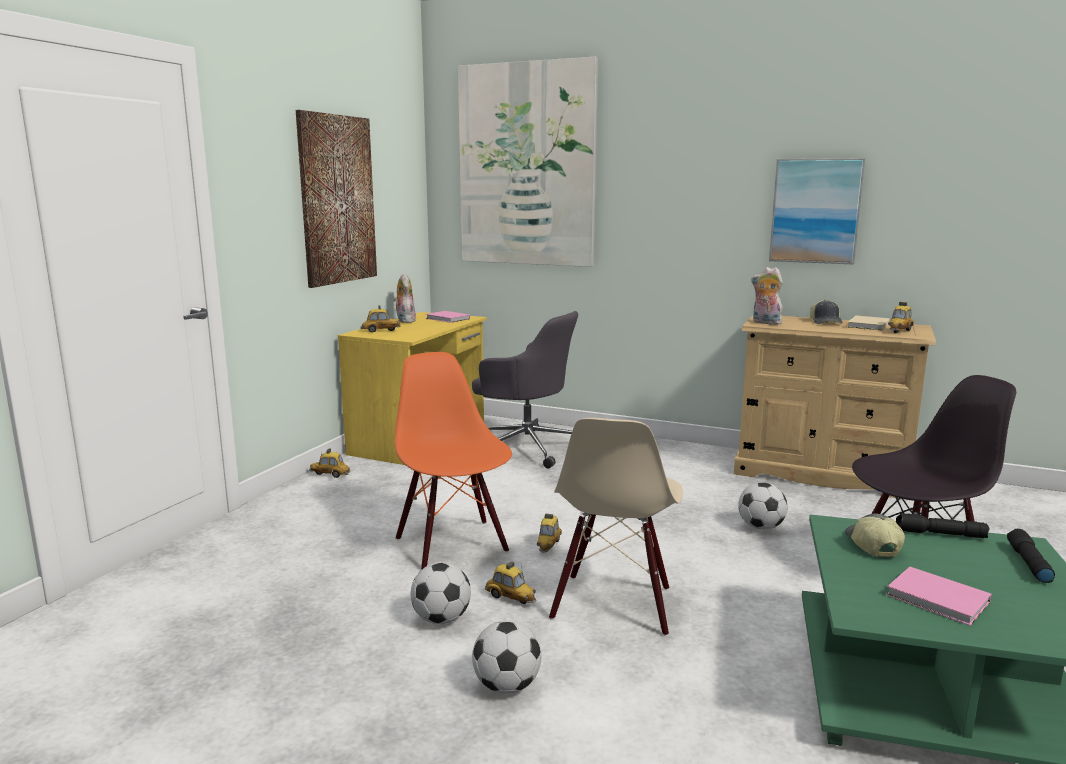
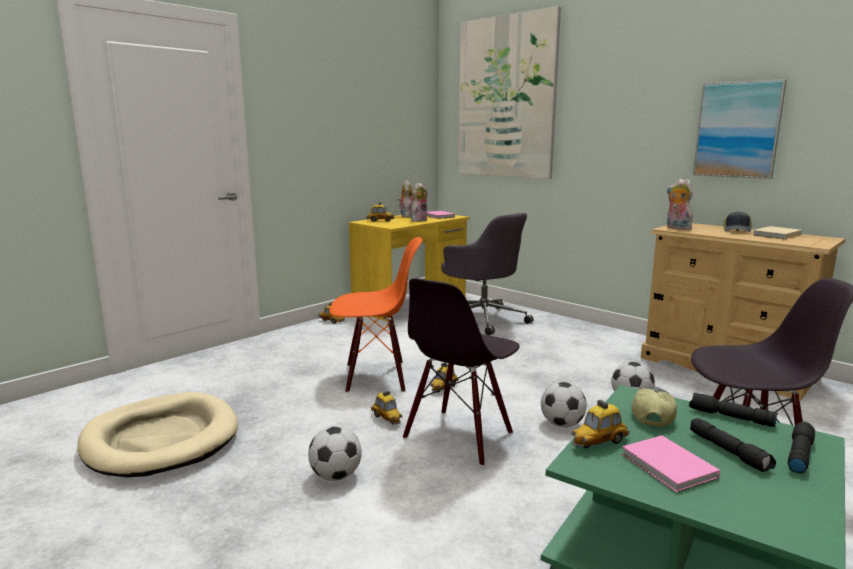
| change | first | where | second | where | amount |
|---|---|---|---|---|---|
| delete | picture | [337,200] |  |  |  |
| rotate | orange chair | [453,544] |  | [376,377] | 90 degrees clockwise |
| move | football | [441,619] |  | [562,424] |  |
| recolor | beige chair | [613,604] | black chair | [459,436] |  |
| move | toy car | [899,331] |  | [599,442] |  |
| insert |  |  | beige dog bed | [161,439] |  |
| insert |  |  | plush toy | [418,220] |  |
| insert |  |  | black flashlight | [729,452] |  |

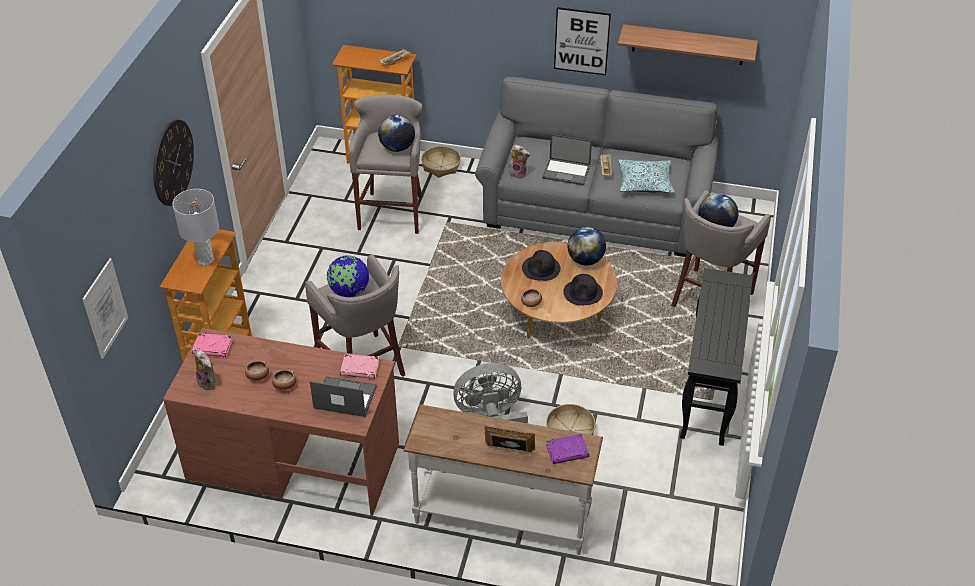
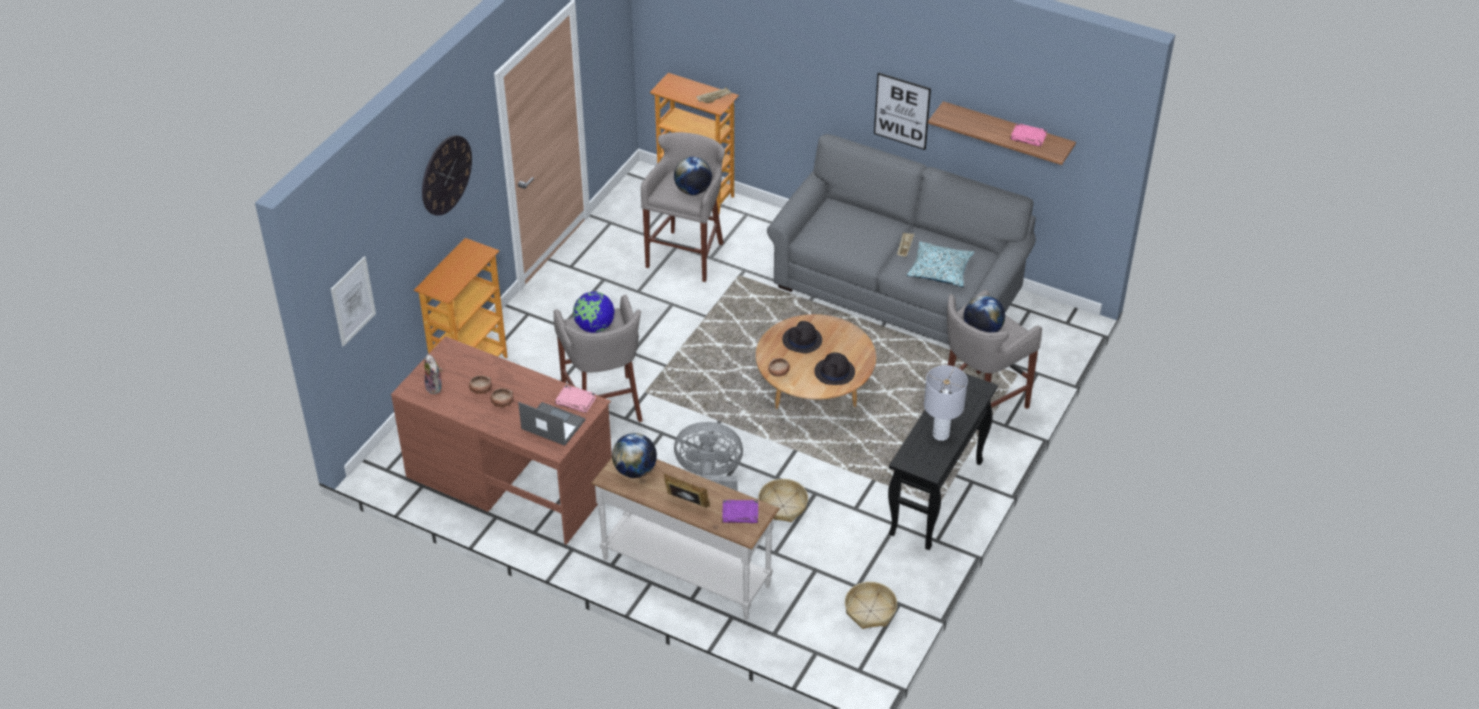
| change | first | where | second | where | amount |
|---|---|---|---|---|---|
| move | grey table lamp | [205,260] |  | [940,434] |  |
| move | pink book | [213,347] |  | [1028,137] |  |
| move | basket | [441,166] |  | [870,611] |  |
| delete | plush toy | [518,173] |  |  |  |
| delete | laptop | [567,171] |  |  |  |
| move | globe | [585,260] |  | [635,470] |  |

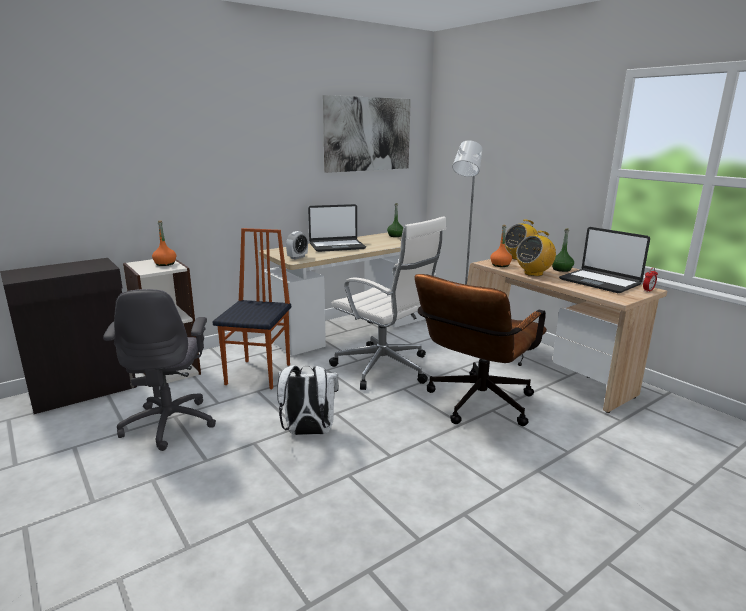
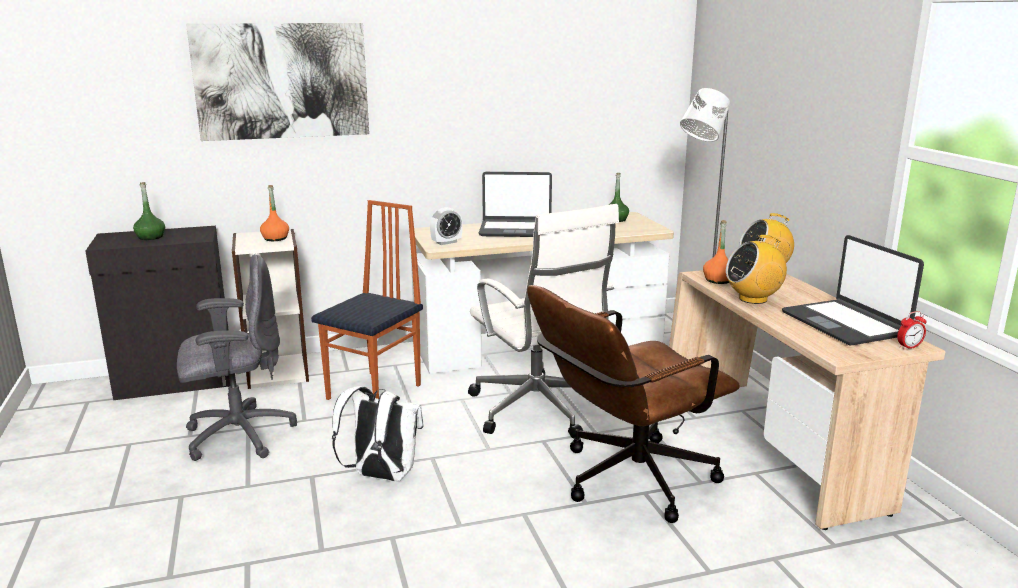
| change | first | where | second | where | amount |
|---|---|---|---|---|---|
| rotate | grey office chair | [170,423] |  | [238,435] | 120 degrees counterclockwise |
| move | picture | [368,134] |  | [282,81] |  |
| move | green bottle | [561,269] |  | [150,237] |  |

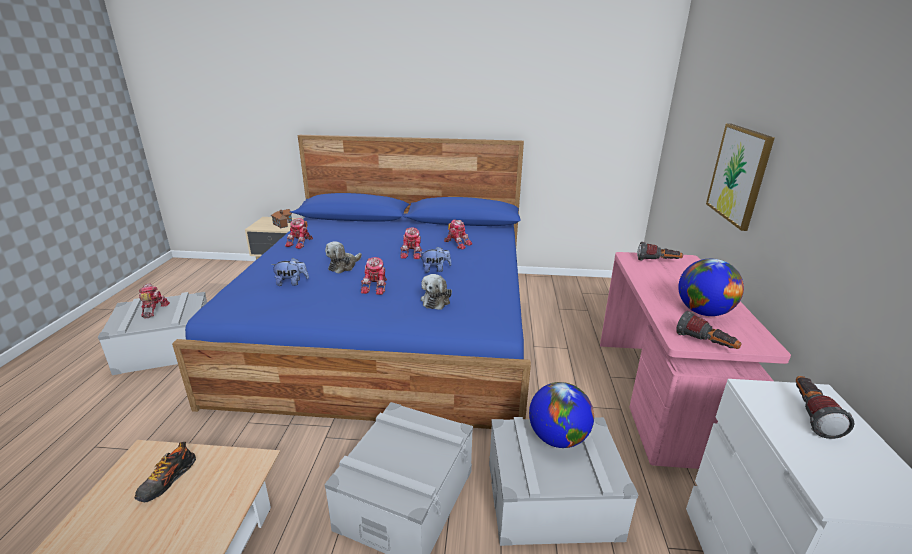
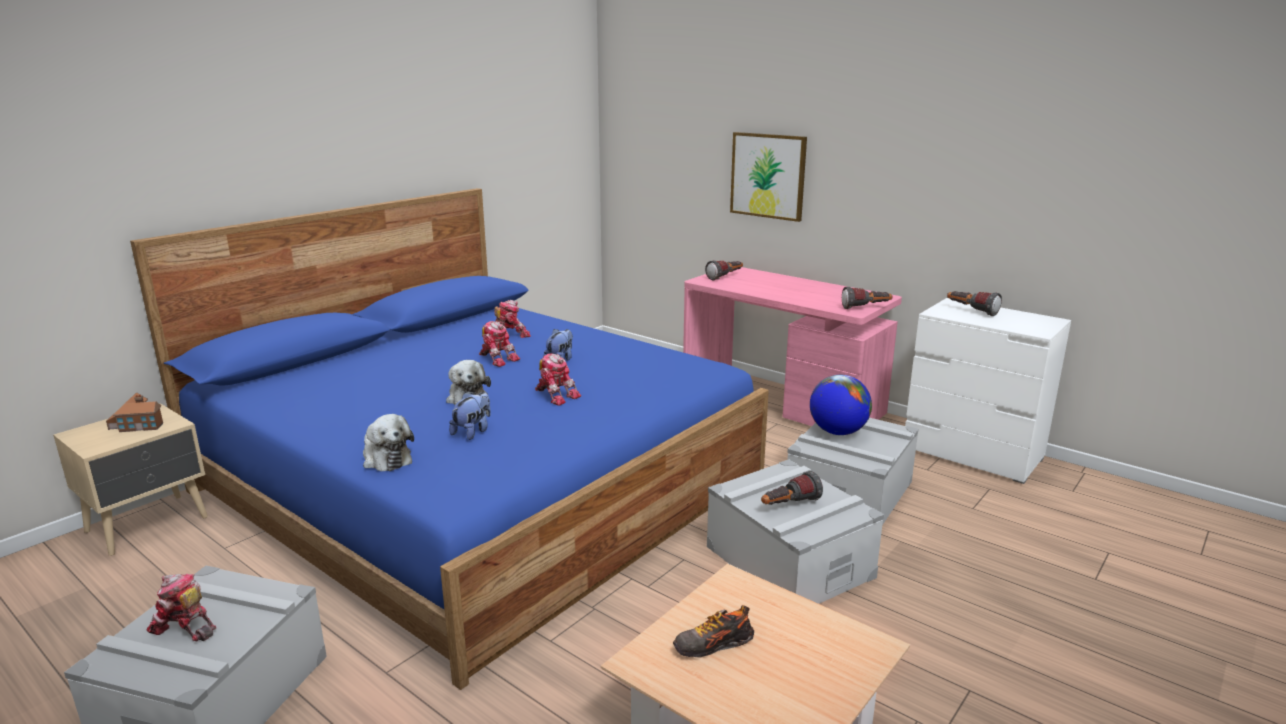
| change | first | where | second | where | amount |
|---|---|---|---|---|---|
| rotate | shoe | [167,481] |  | [712,645] | 105 degrees clockwise |
| delete | toy robot | [301,243] |  |  |  |
| move | plush toy | [436,300] |  | [386,458] |  |
| delete | globe | [703,312] |  |  |  |
| insert |  |  | flashlight | [788,505] |  |

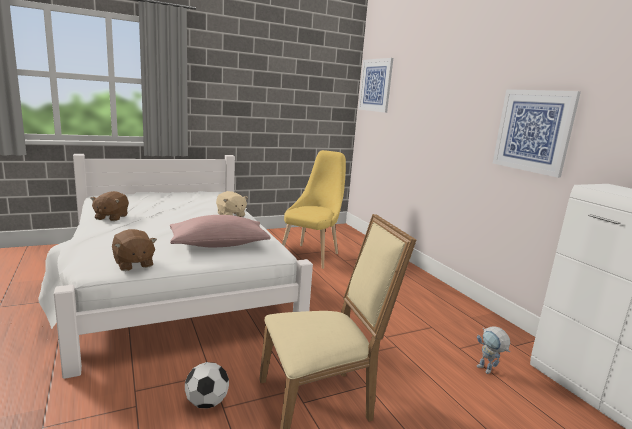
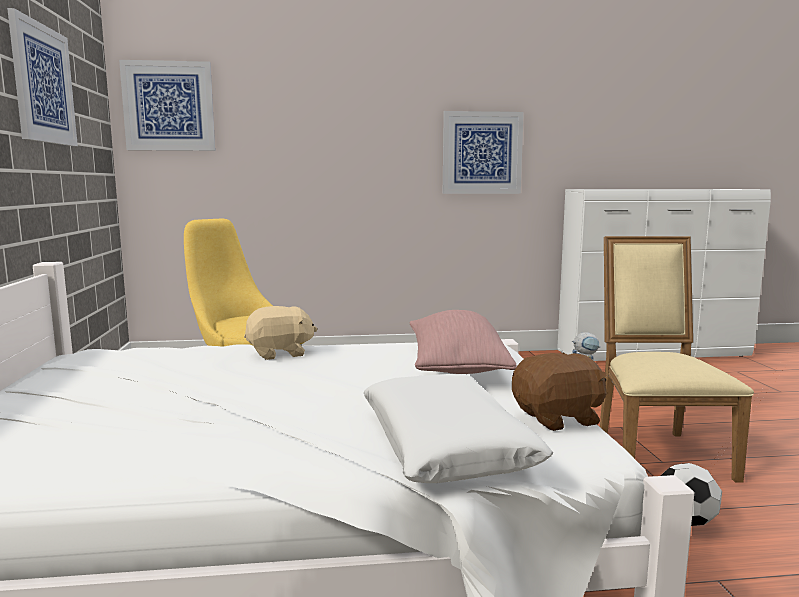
| change | first | where | second | where | amount |
|---|---|---|---|---|---|
| delete | brown plush toy | [111,217] |  |  |  |
| insert |  |  | picture | [43,84] |  |
| insert |  |  | white pillow | [445,445] |  |

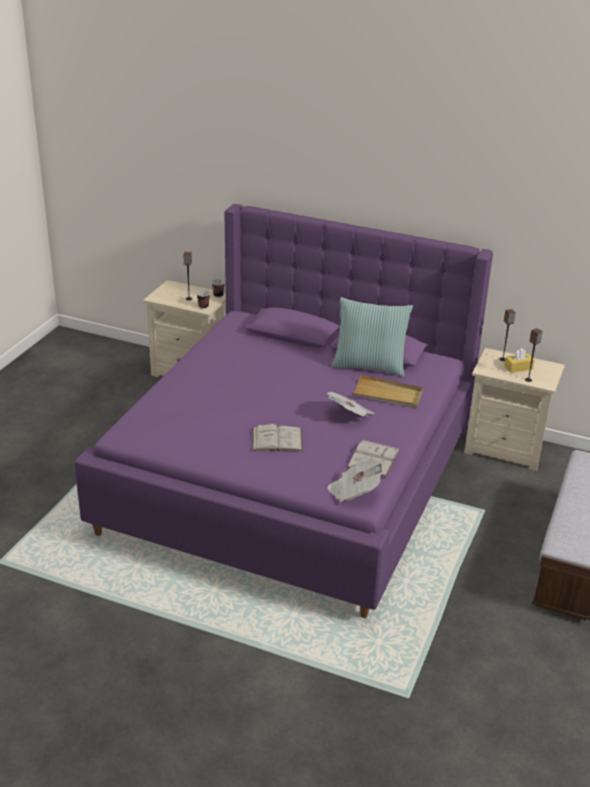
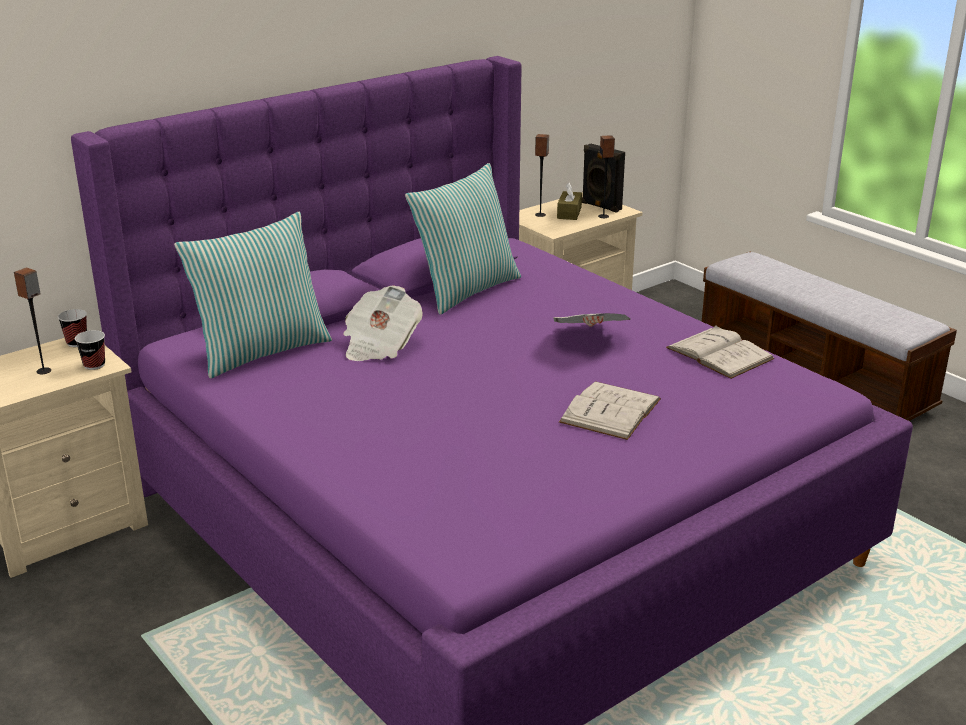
| change | first | where | second | where | amount |
|---|---|---|---|---|---|
| move | newspaper | [354,492] |  | [380,345] |  |
| delete | beige tray | [387,394] |  |  |  |
| recolor | yellow tissue box | [518,367] | brown tissue box | [569,213] |  |
| insert |  |  | pillow | [261,351] |  |
| insert |  |  | black speaker | [600,206] |  |

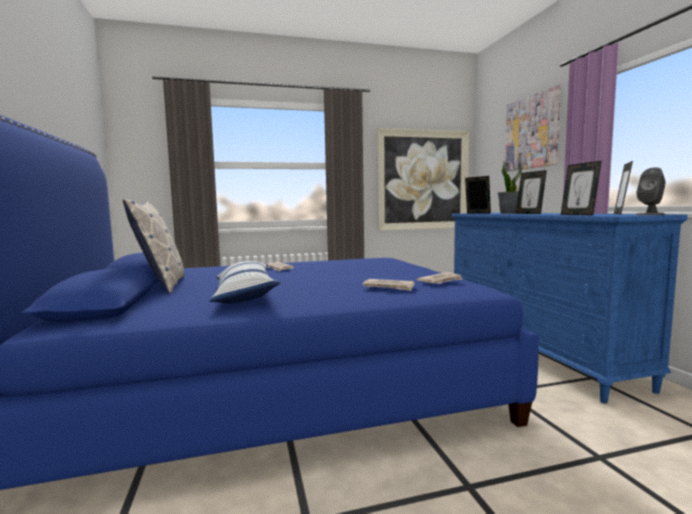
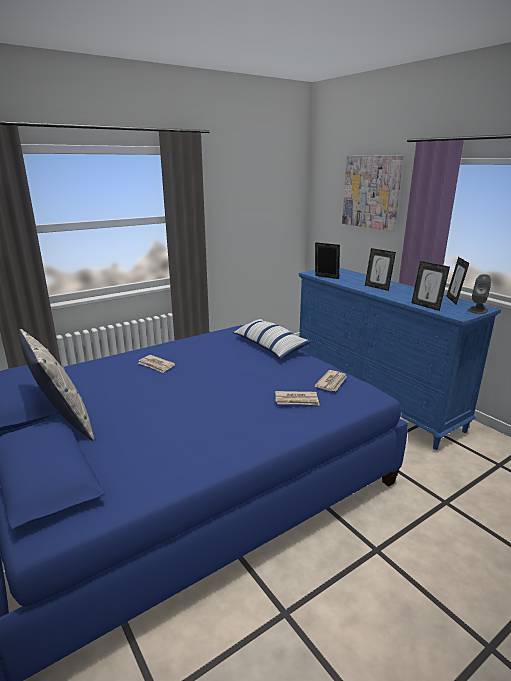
| change | first | where | second | where | amount |
|---|---|---|---|---|---|
| move | pillow | [244,294] |  | [270,346] |  |
| delete | picture | [422,180] |  |  |  |
| delete | potted plant | [508,213] |  |  |  |

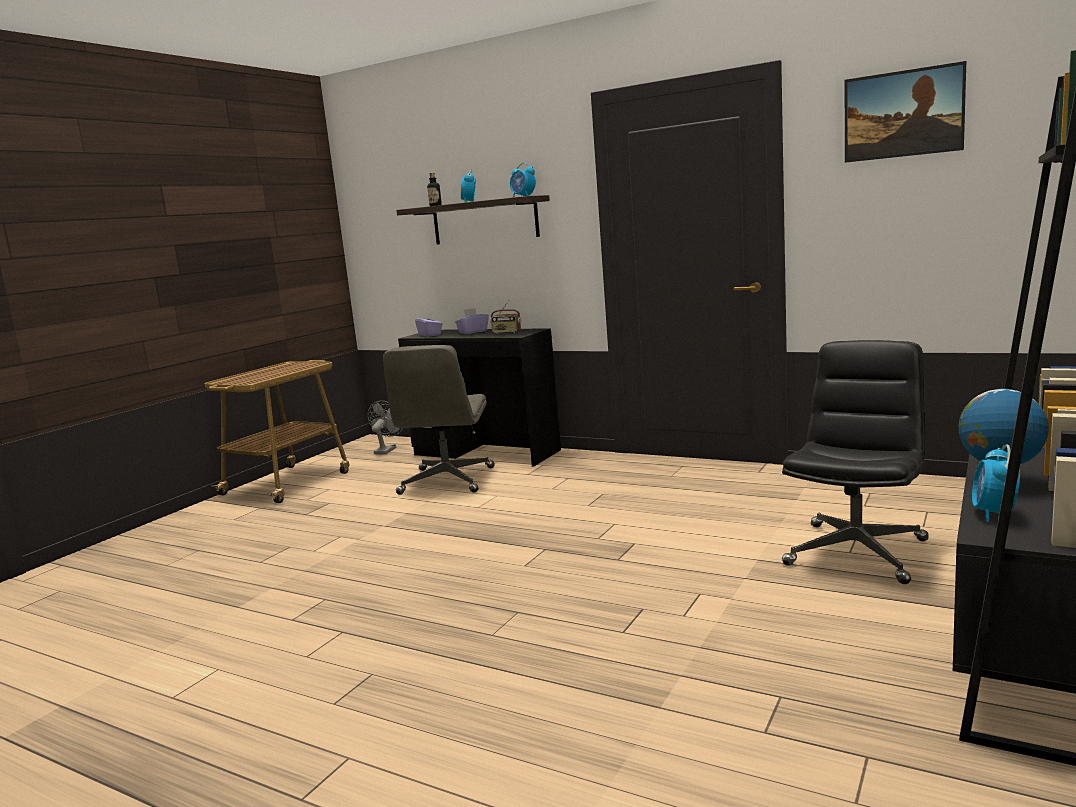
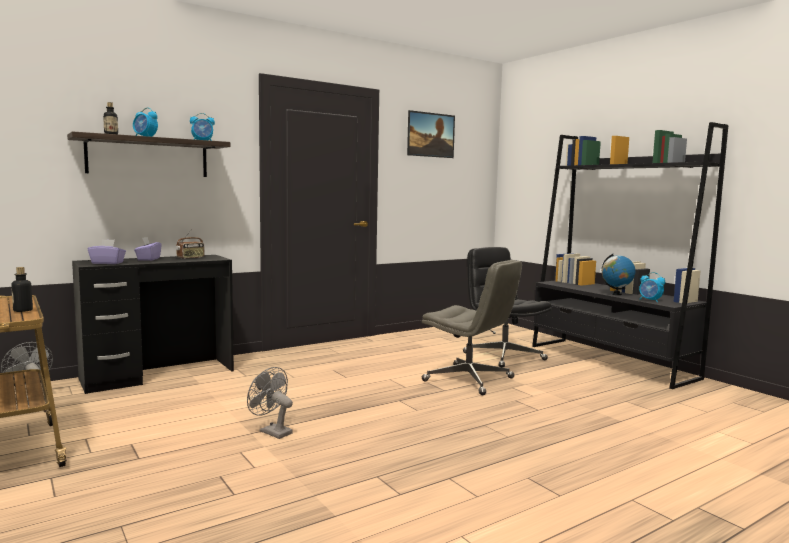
| change | first | where | second | where | amount |
|---|---|---|---|---|---|
| move | grey office chair | [447,481] |  | [469,380] |  |
| insert |  |  | bottle | [23,310] |  |
| insert |  |  | grey fan | [271,431] |  |

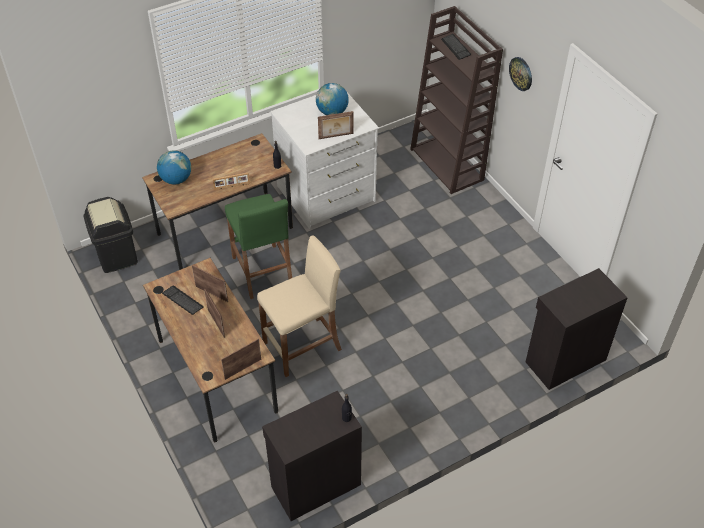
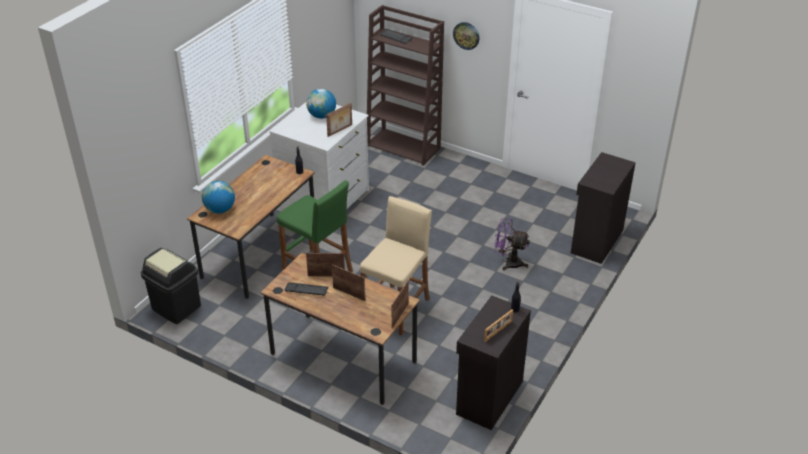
| change | first | where | second | where | amount |
|---|---|---|---|---|---|
| move | picture frame | [232,187] |  | [498,331] |  |
| insert |  |  | purple fan | [508,262] |  |

